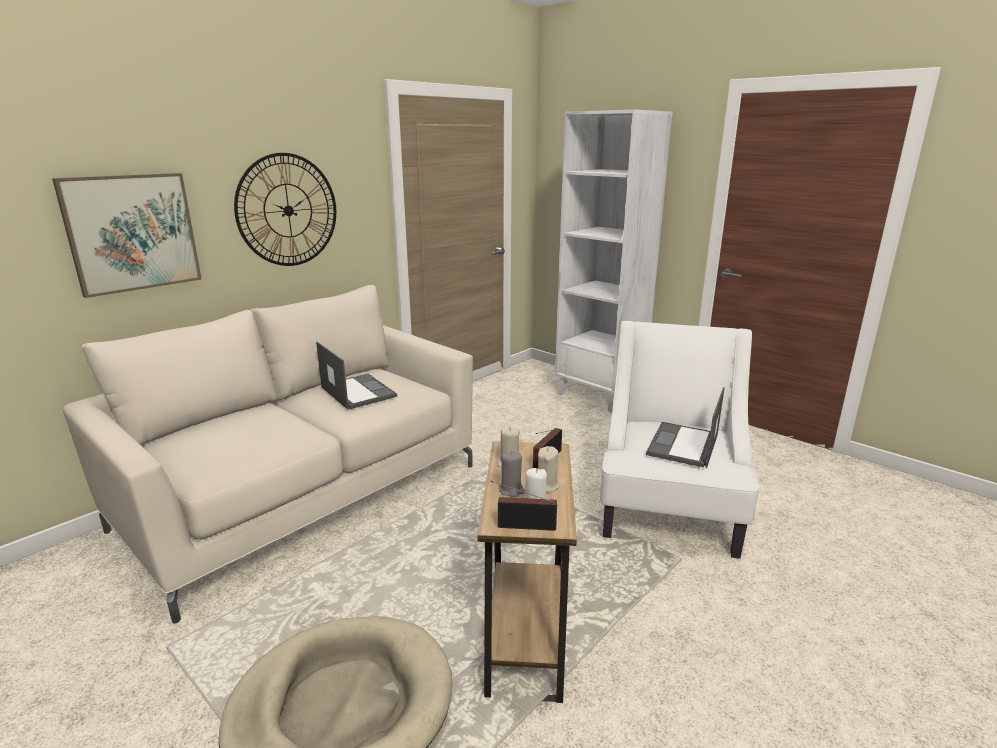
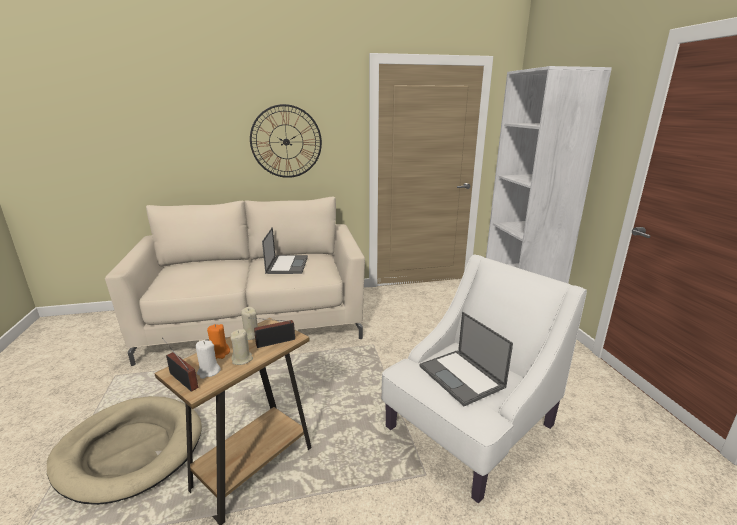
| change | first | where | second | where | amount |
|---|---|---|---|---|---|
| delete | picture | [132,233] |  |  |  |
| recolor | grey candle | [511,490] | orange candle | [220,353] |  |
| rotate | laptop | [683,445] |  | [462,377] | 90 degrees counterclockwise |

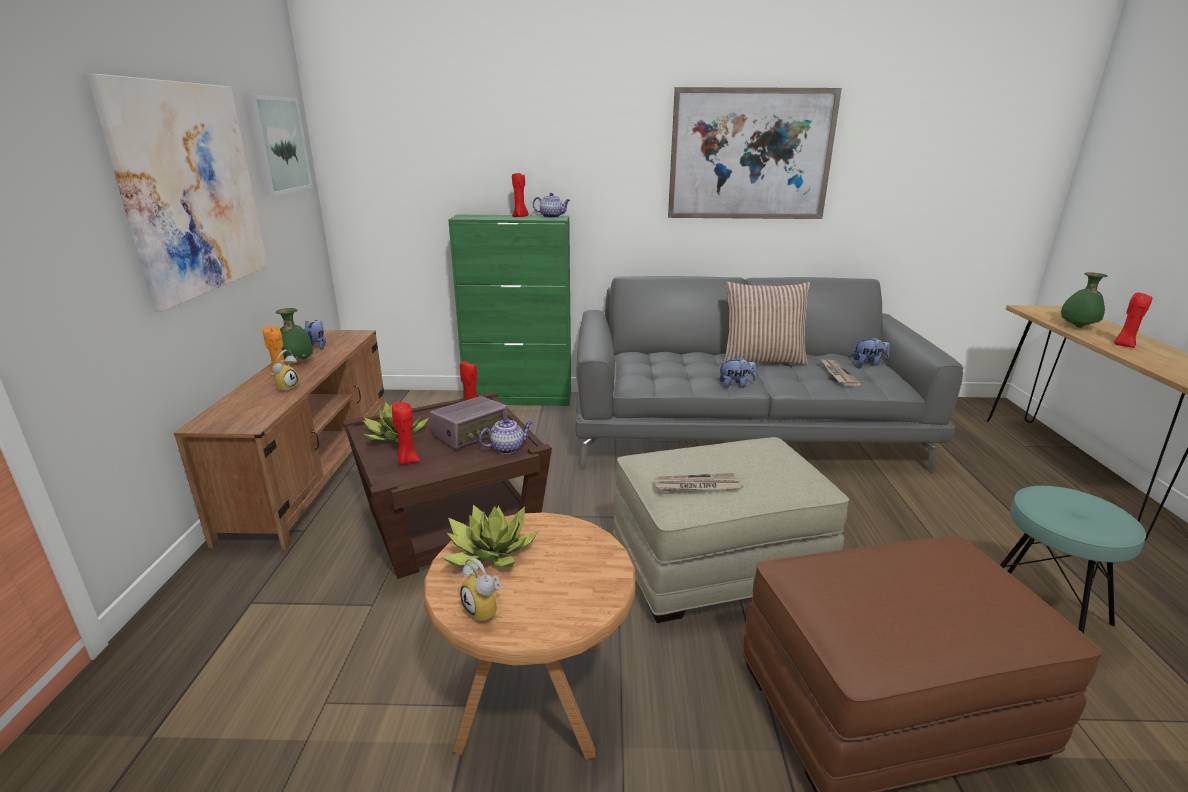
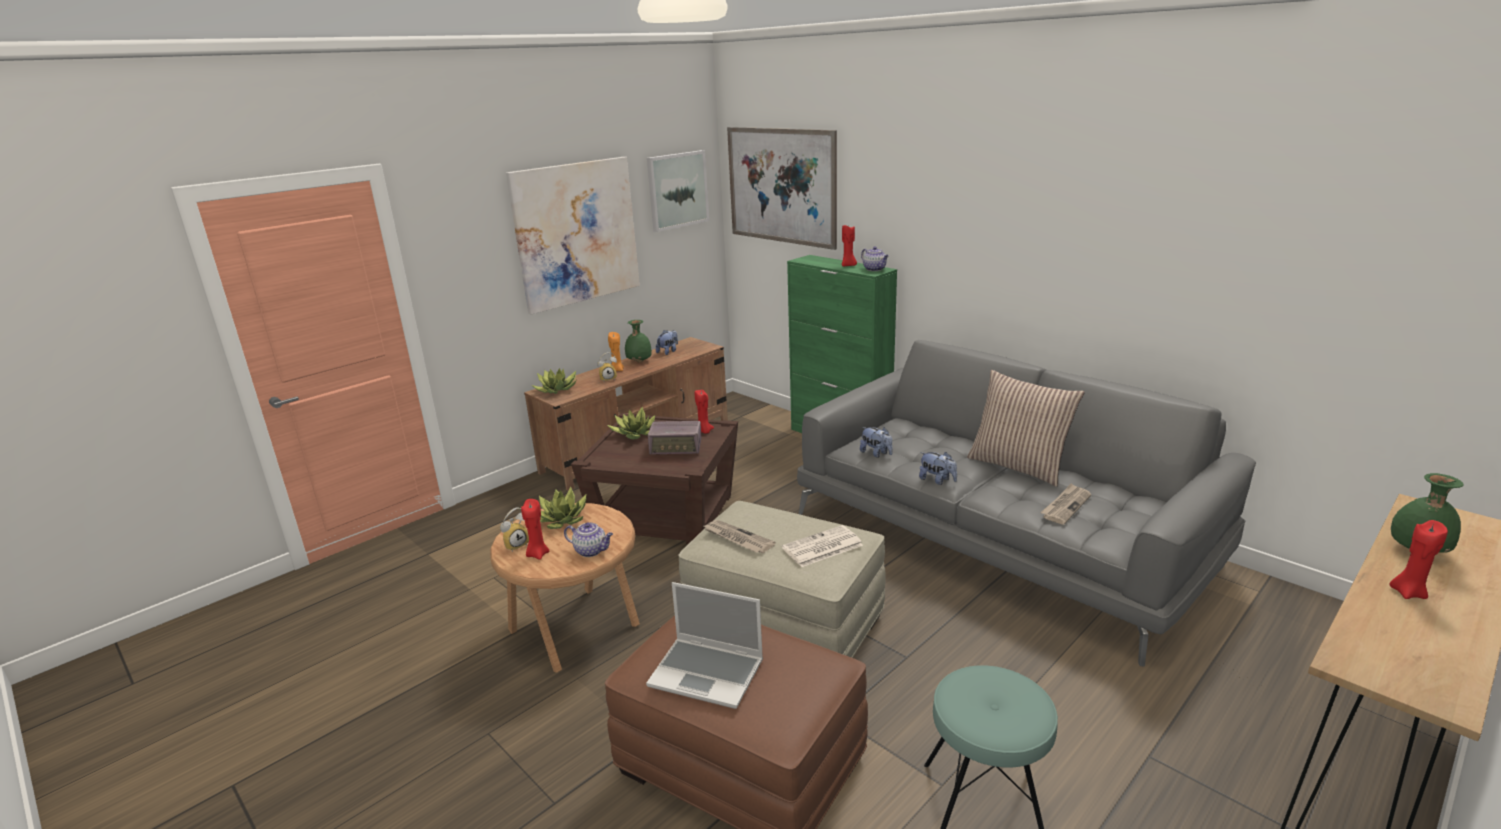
| change | first | where | second | where | amount |
|---|---|---|---|---|---|
| move | red candle | [407,461] |  | [537,554] |  |
| rotate | alarm clock | [486,610] |  | [516,544] | 135 degrees counterclockwise |
| move | teapot | [507,448] |  | [591,551] |  |
| move | picture | [750,155] |  | [781,186] |  |
| move | plush toy | [869,363] |  | [876,453] |  |
| insert |  |  | potted plant | [557,389] |  |
| insert |  |  | laptop | [708,673] |  |
| insert |  |  | newspaper | [821,547] |  |

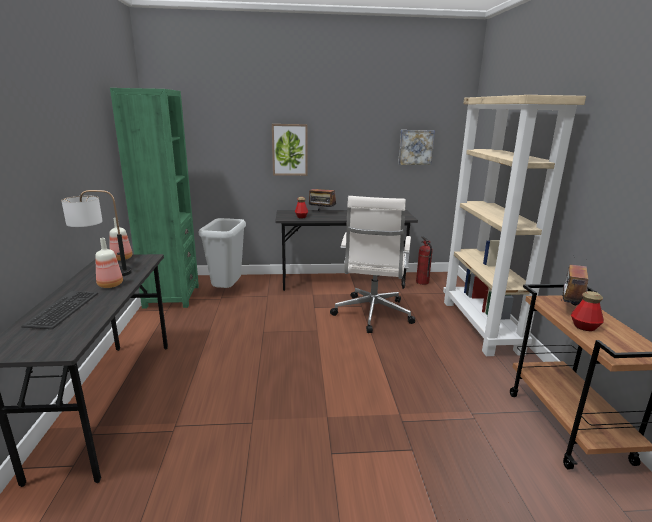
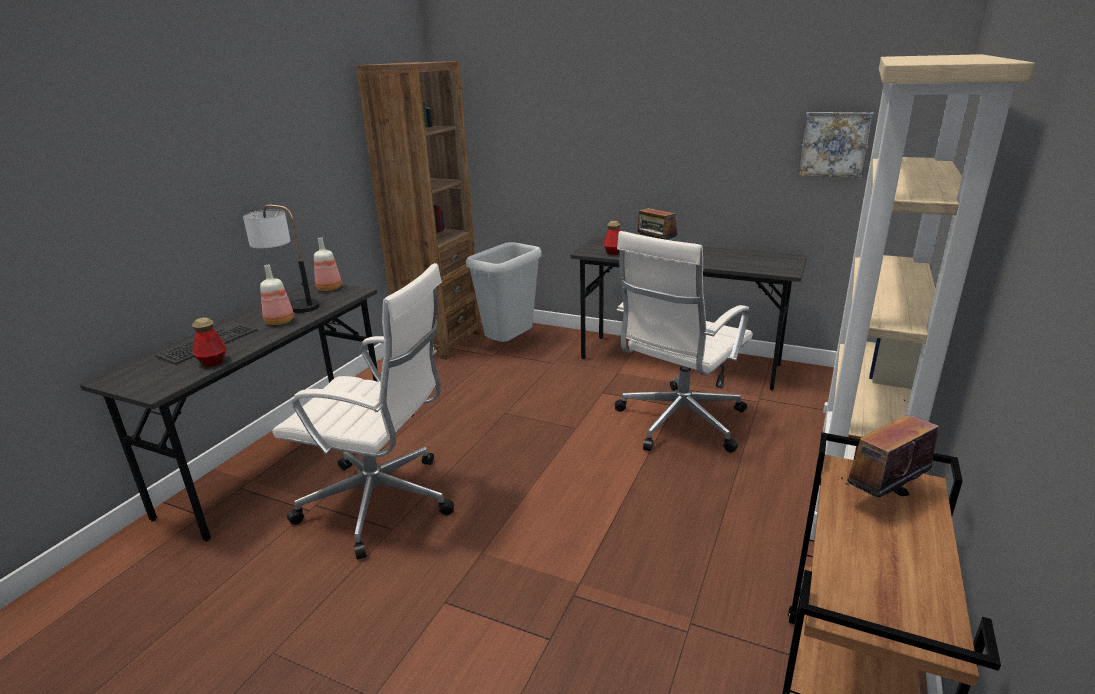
| change | first | where | second | where | amount |
|---|---|---|---|---|---|
| recolor | green bookcase | [171,296] | brown bookcase | [440,341] |  |
| delete | picture | [289,150] |  |  |  |
| delete | fire extinguisher | [422,282] |  |  |  |
| move | bottle | [584,327] |  | [212,362] |  |
| insert |  |  | white office chair | [382,503] |  |

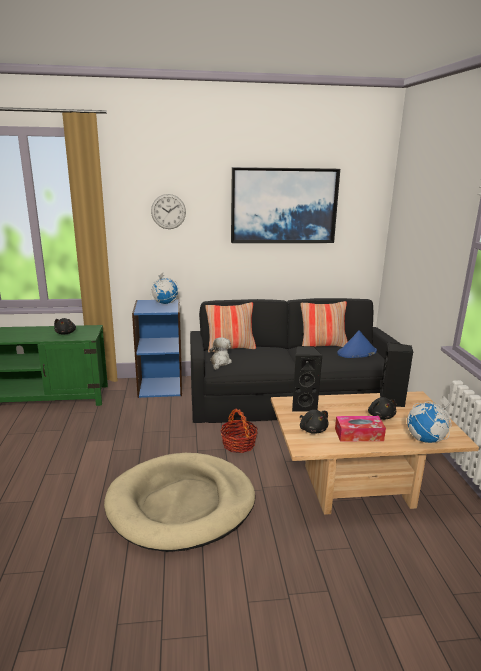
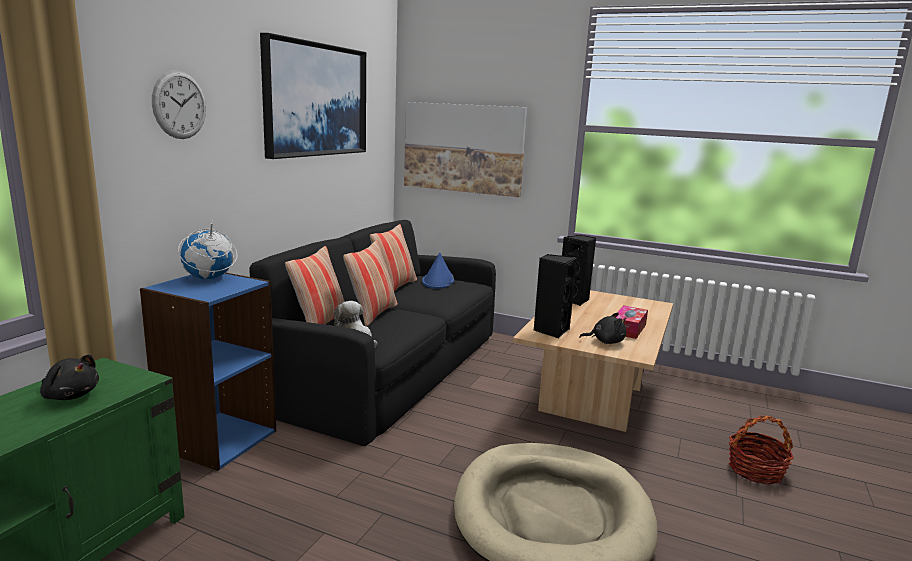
| change | first | where | second | where | amount |
|---|---|---|---|---|---|
| move | basket | [238,444] |  | [755,470] |  |
| delete | black plush toy | [380,416] |  |  |  |
| delete | globe | [425,440] |  |  |  |
| insert |  |  | pillow | [372,314] |  |
| insert |  |  | picture | [463,148] |  |

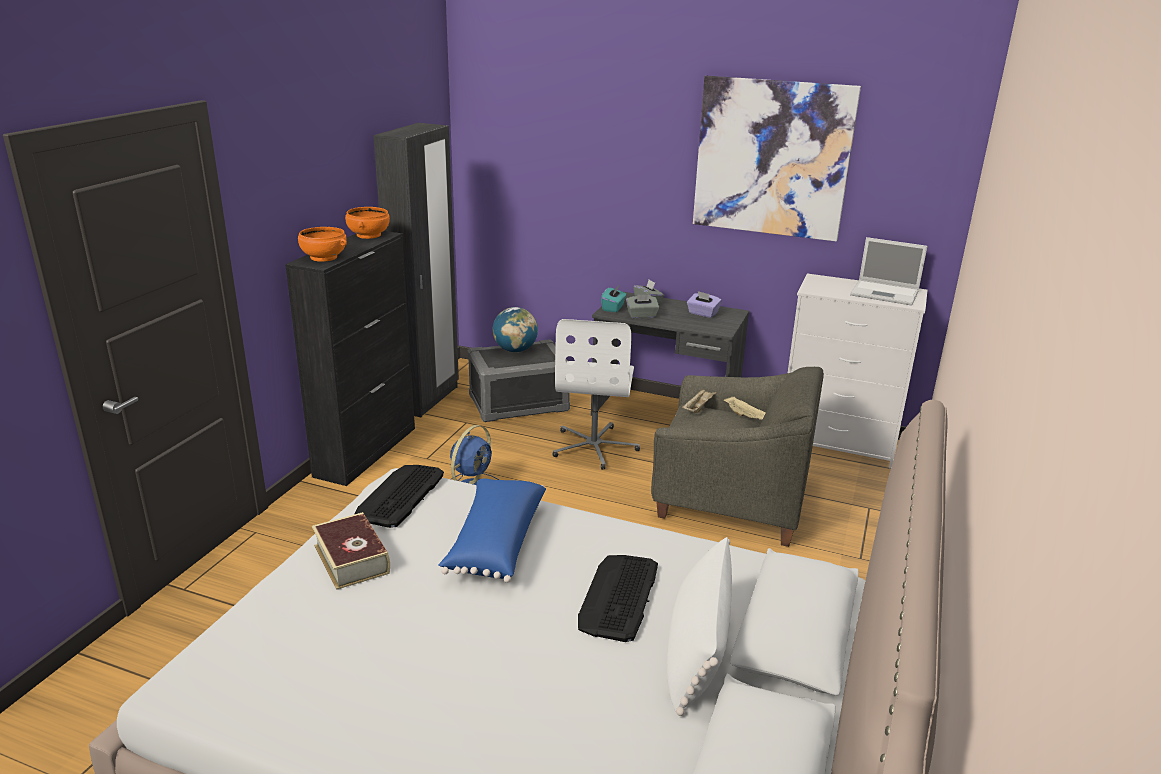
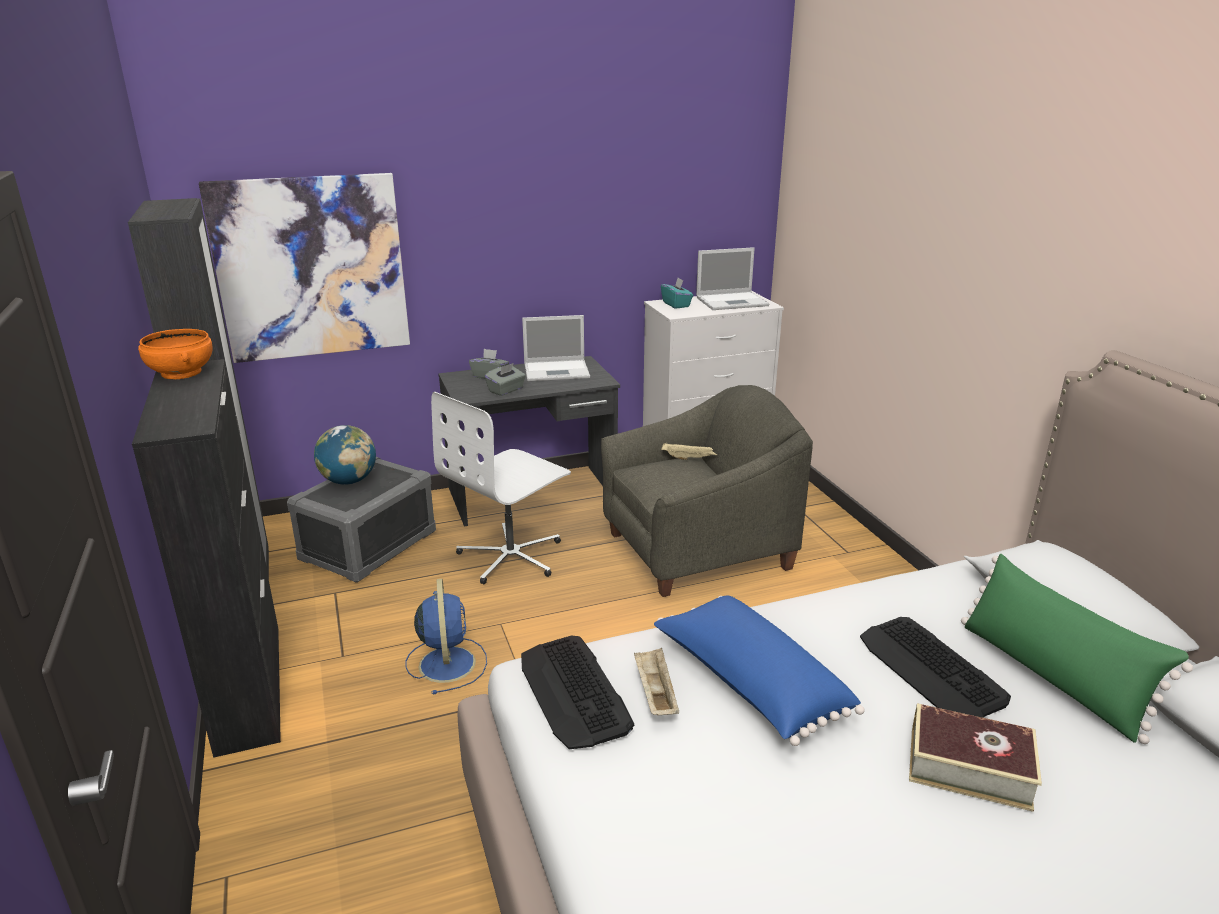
| change | first | where | second | where | amount |
|---|---|---|---|---|---|
| delete | orange bowl | [323,258] |  |  |  |
| move | book | [351,559] |  | [969,767] |  |
| rotate | white office chair | [594,447] |  | [511,556] | 75 degrees clockwise |
| move | turquoise tissue box | [613,308] |  | [676,304] |  |
| recolor | white pillow | [697,649] | green pillow | [1051,677] |  |
| move | beige tray | [698,408] |  | [655,694] |  |
| replace | purple tissue box | [702,313] | laptop | [558,371] |  |
| move | picture | [772,158] |  | [311,268] |  |

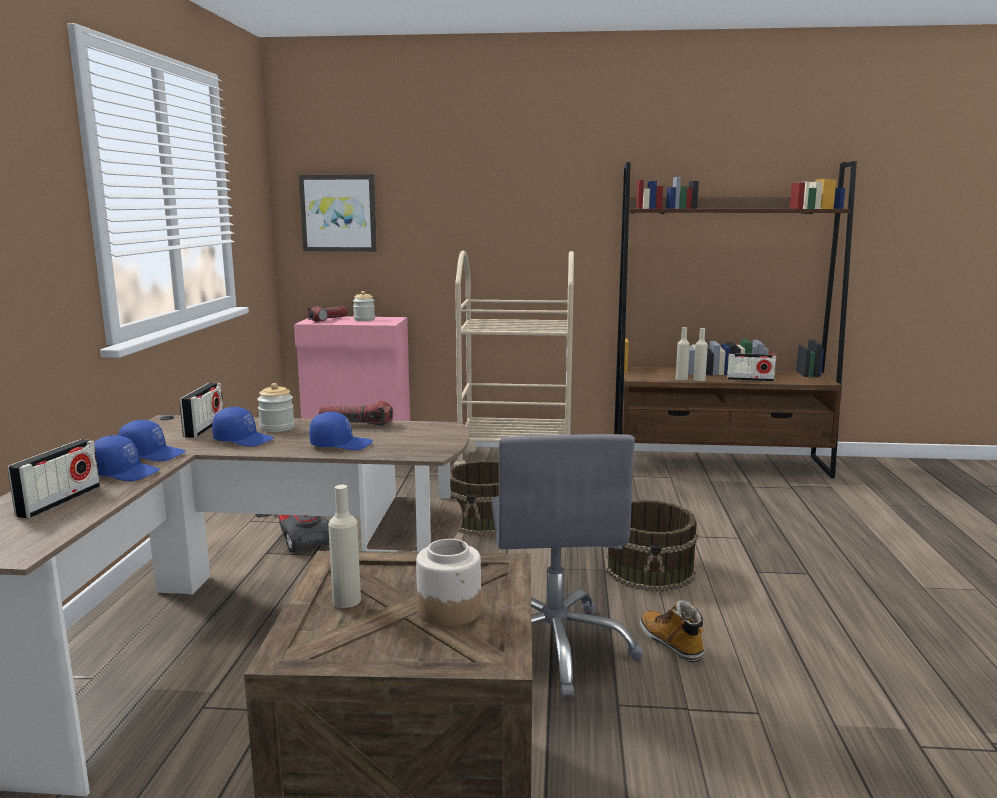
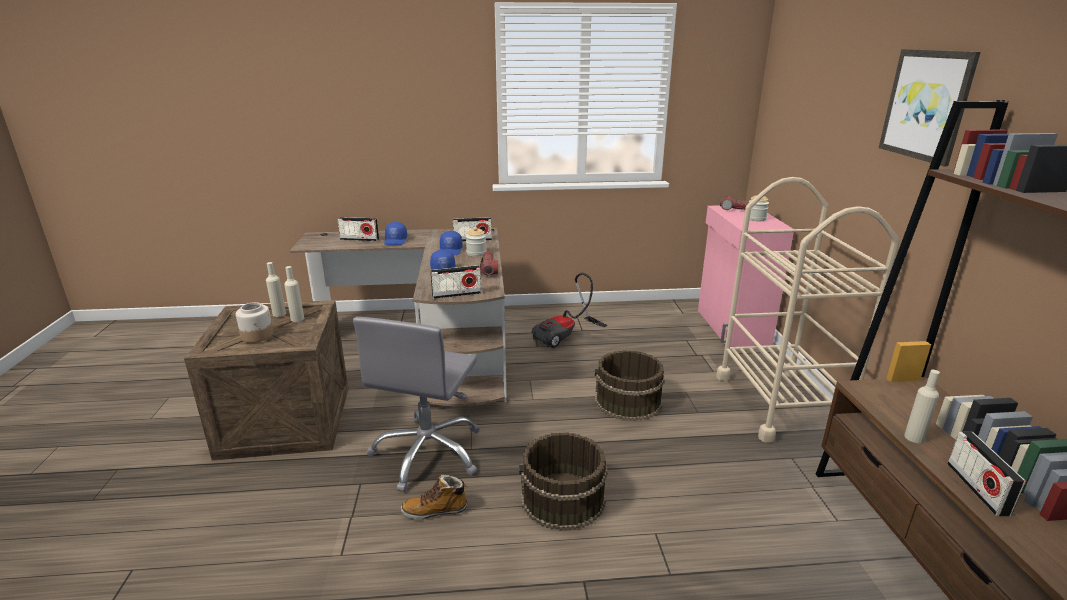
| change | first | where | second | where | amount |
|---|---|---|---|---|---|
| delete | blue cap | [152,454] |  |  |  |
| move | picture | [338,213] |  | [927,105] |  |
| rotate | grey office chair | [555,647] |  | [428,453] | 60 degrees counterclockwise |
| rotate | boot | [671,644] |  | [435,510] | 150 degrees counterclockwise |
| move | beige bottle | [681,379] |  | [297,319] |  |
| insert |  |  | radio | [456,294] |  |

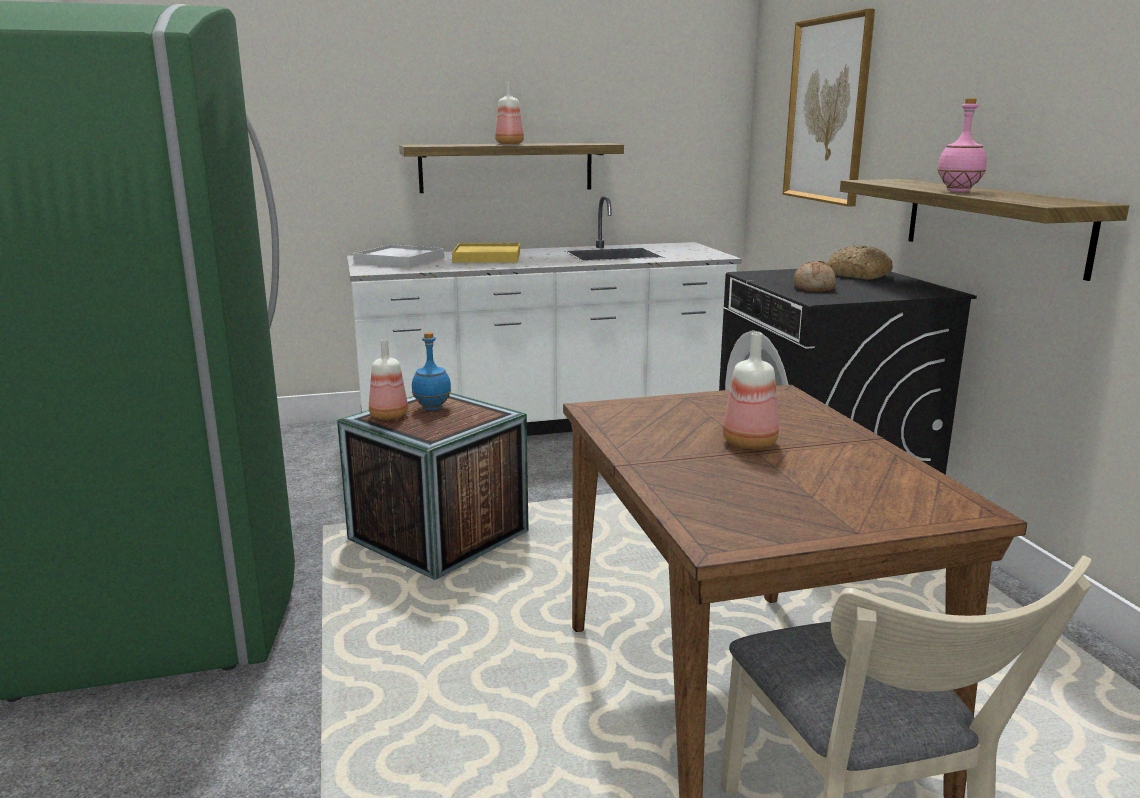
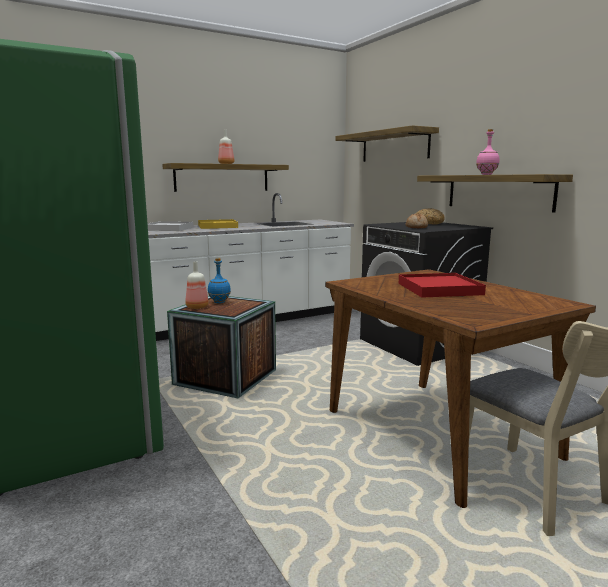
| change | first | where | second | where | amount |
|---|---|---|---|---|---|
| replace | bottle | [751,442] | red tray | [439,289] |  |
| replace | picture | [827,110] | shelf | [394,146] |  |

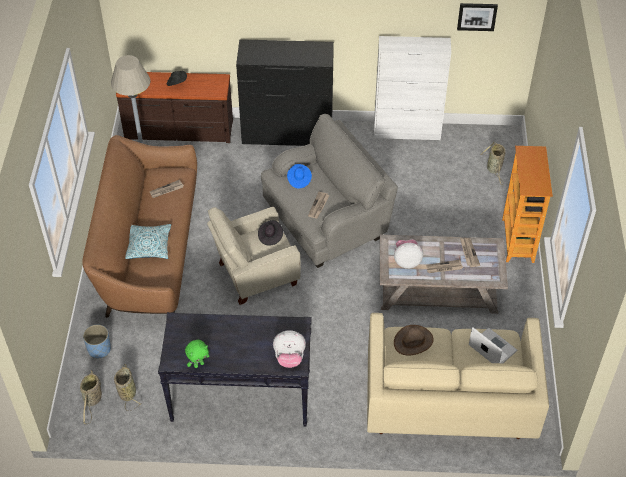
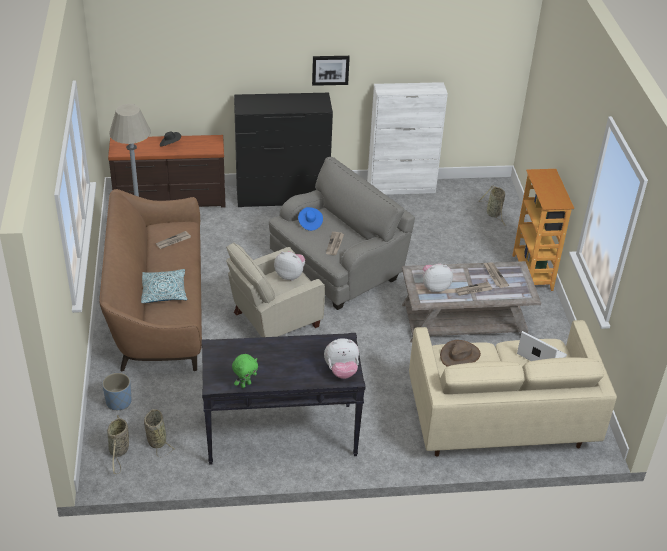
| change | first | where | second | where | amount |
|---|---|---|---|---|---|
| replace | black hat | [270,236] | plush toy | [290,275] |  |
| move | picture | [477,16] |  | [330,70] |  |

